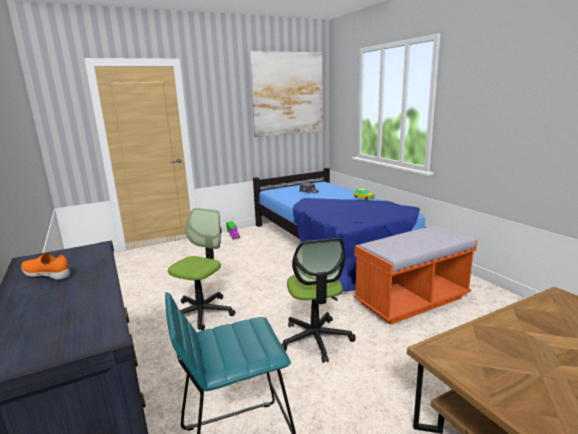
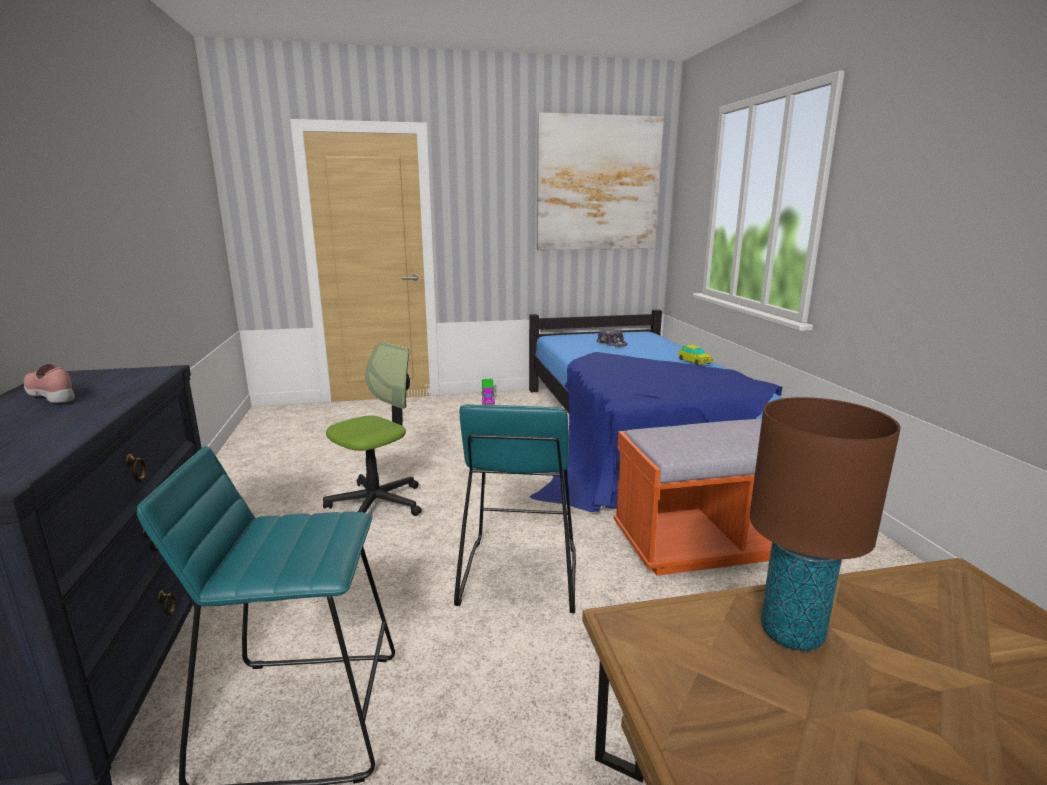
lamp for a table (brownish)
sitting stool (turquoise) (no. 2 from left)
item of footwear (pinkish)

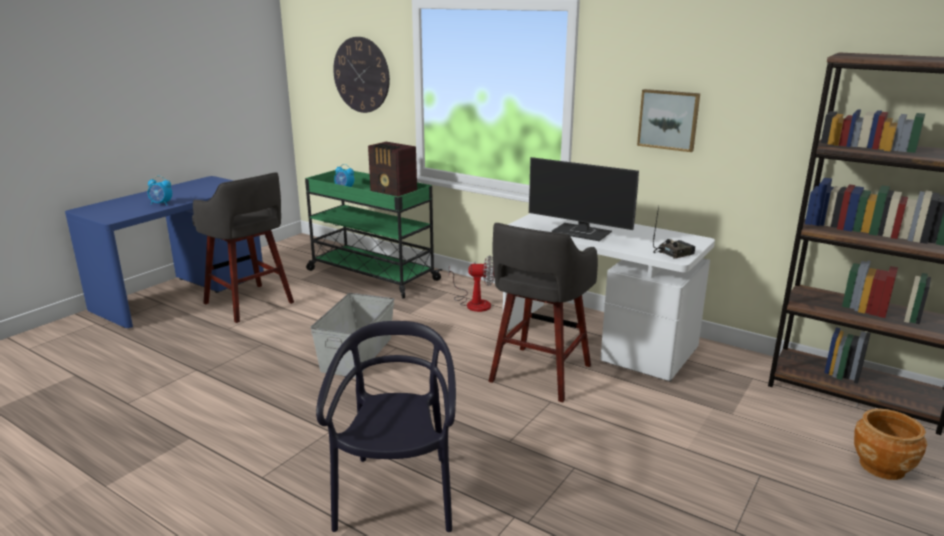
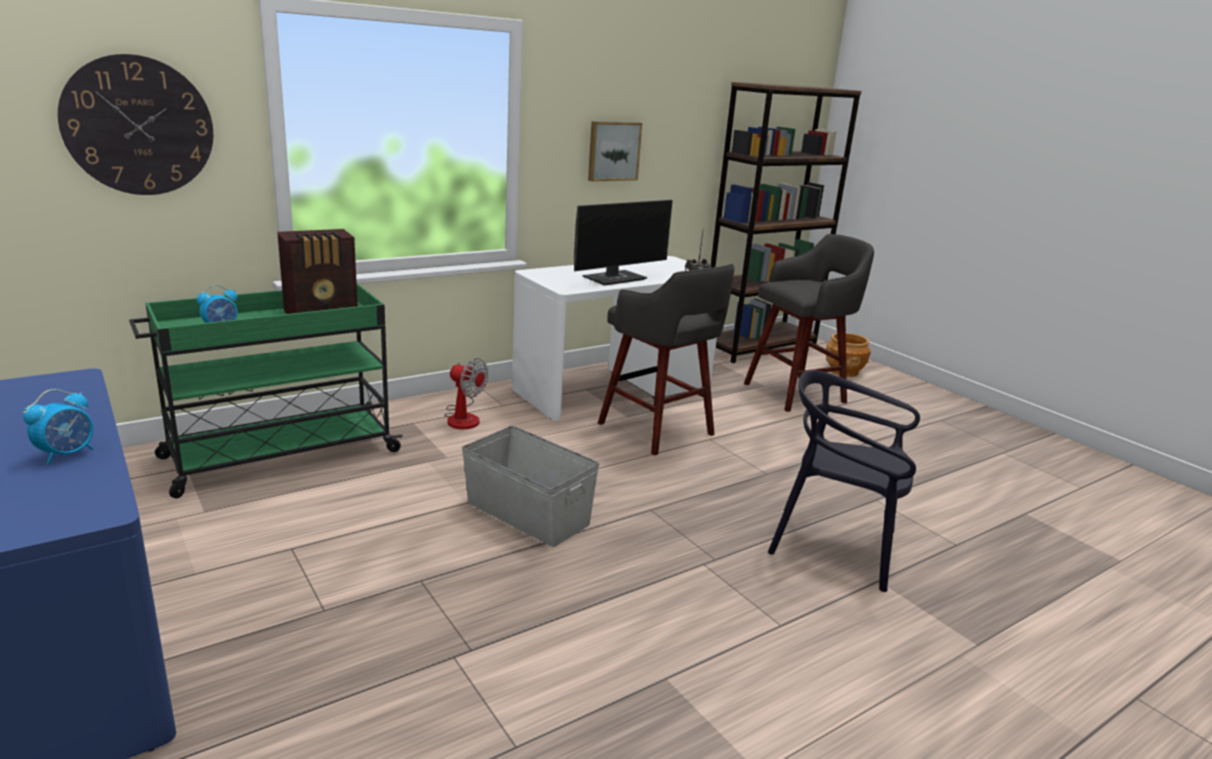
sitting stool (gray) (no. 2 from left)
fan

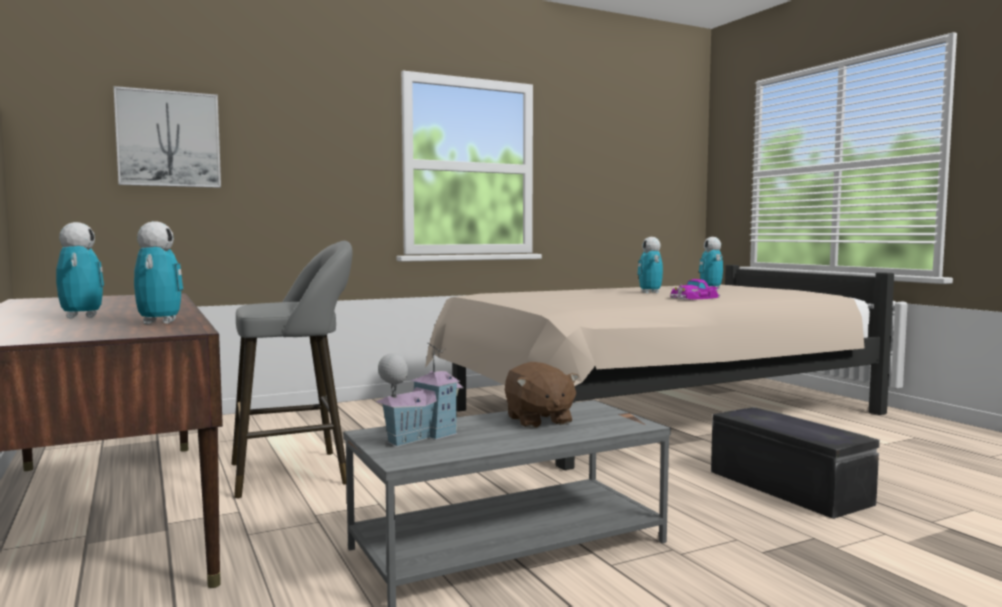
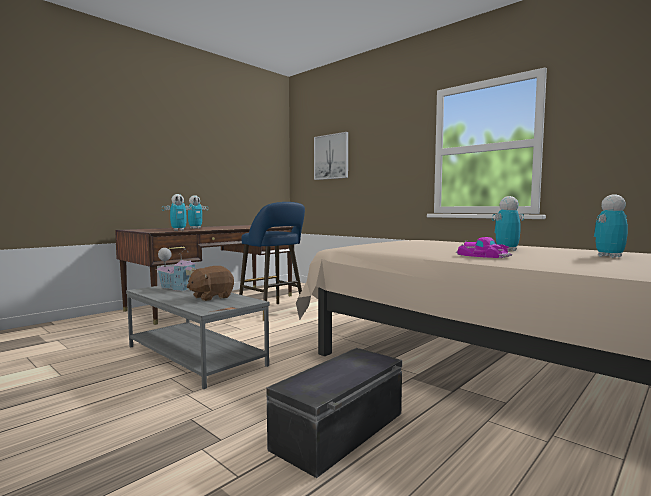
sitting stool (blue)

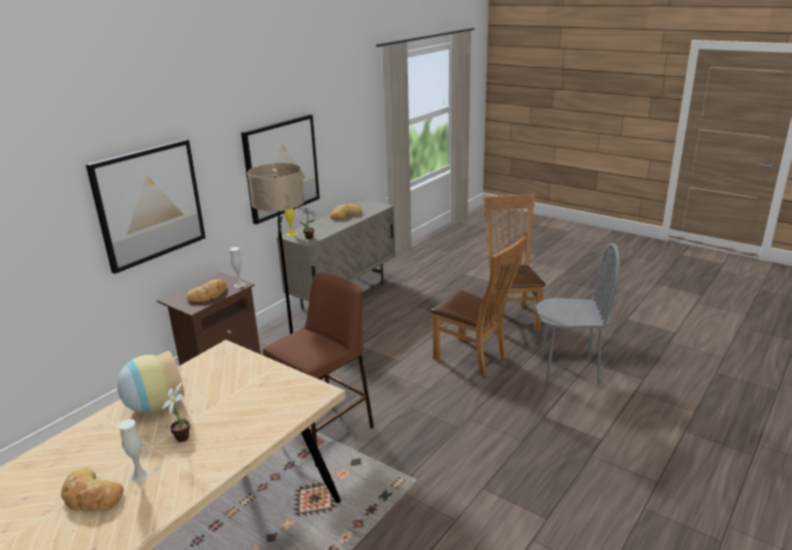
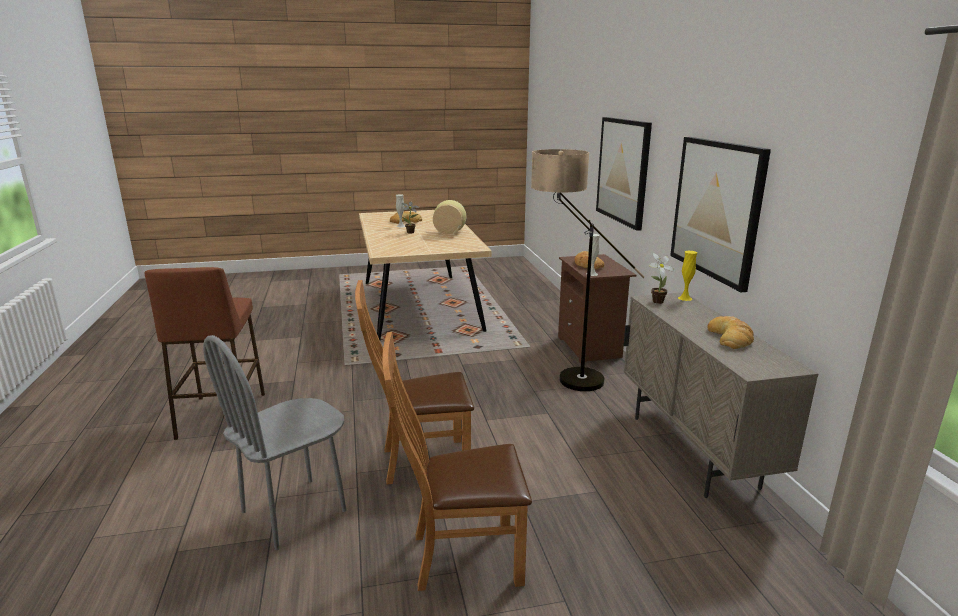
sitting stool (brownish)
chair (brownish) (no. 2 from left)

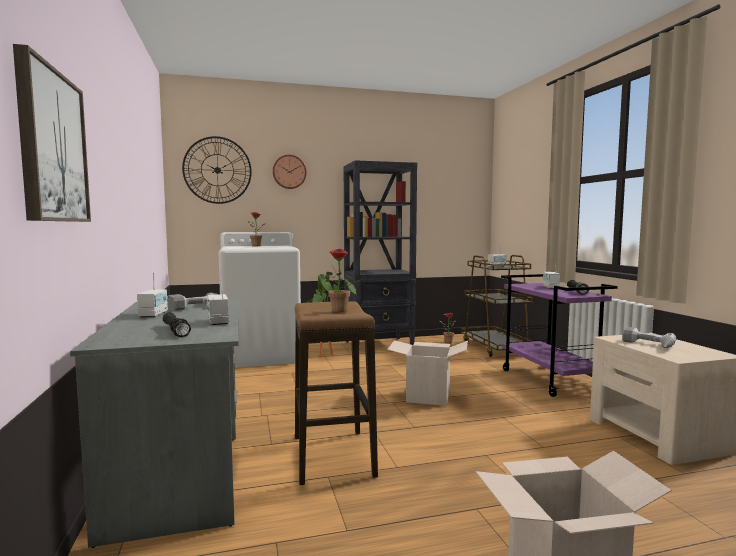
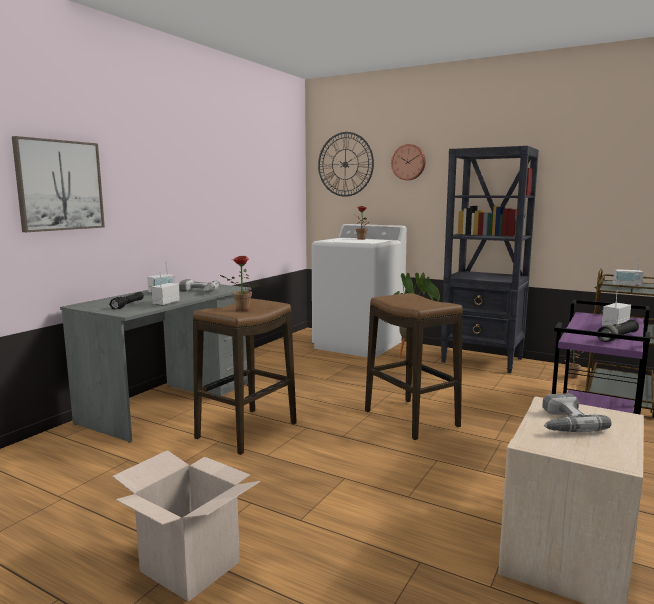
sitting stool (no. 2 from left)

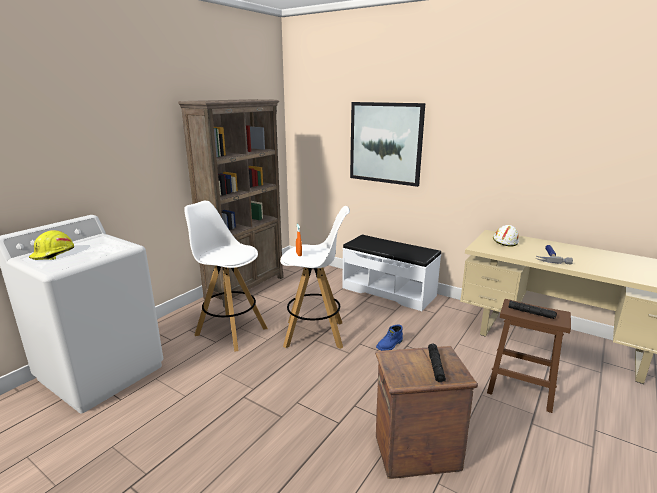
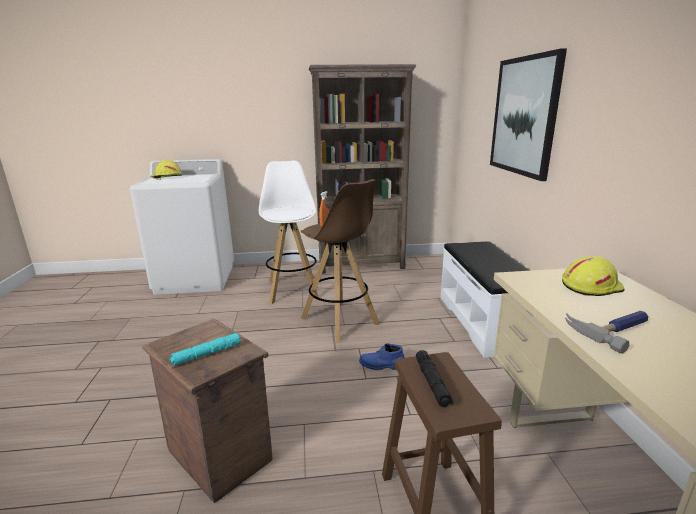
sitting stool (brownish) (no. 1 from left)
torch (turquoise)
hard hat (yellowish) (no. 2 from left)

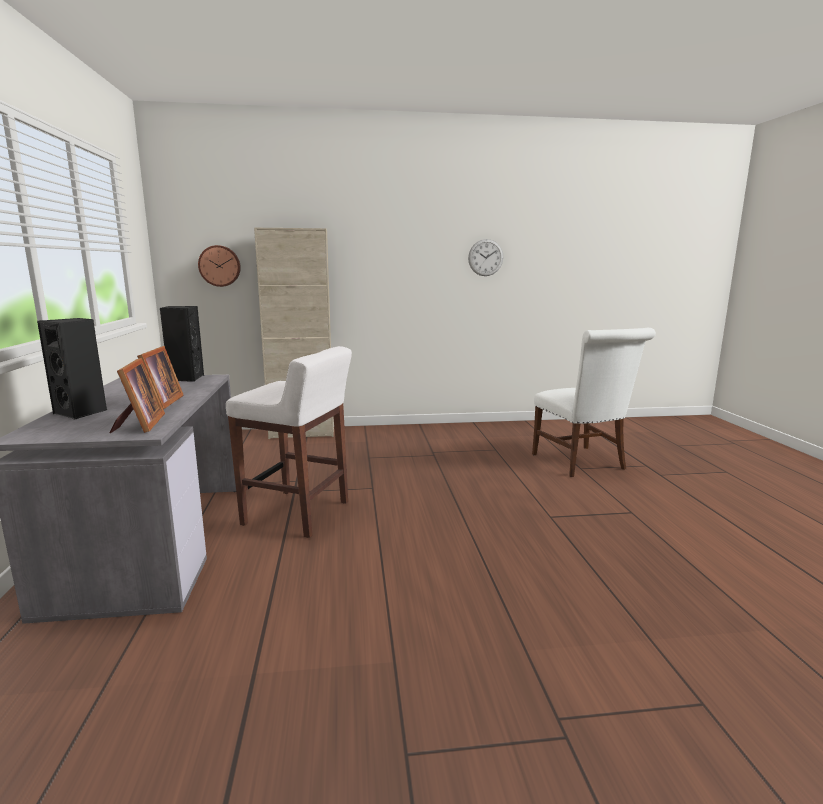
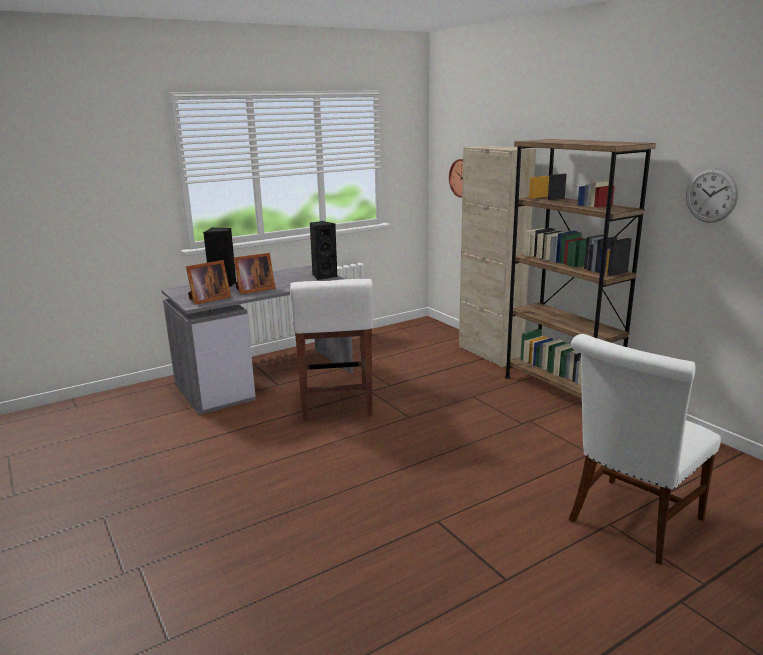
bookcase (brownish)

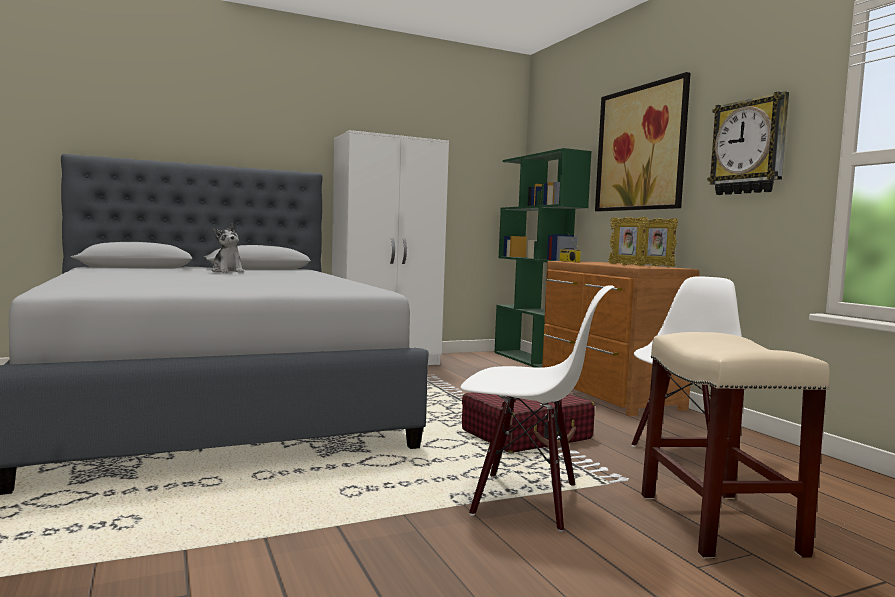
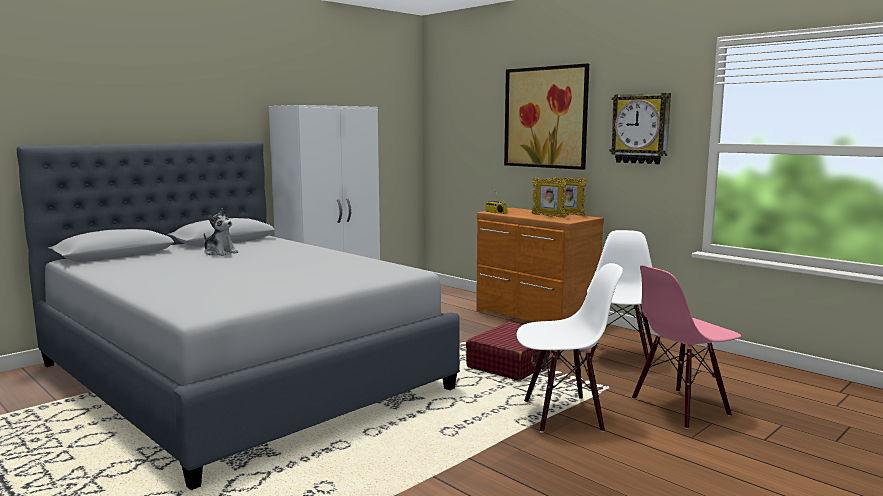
bookcase (green)
chair (pinkish)

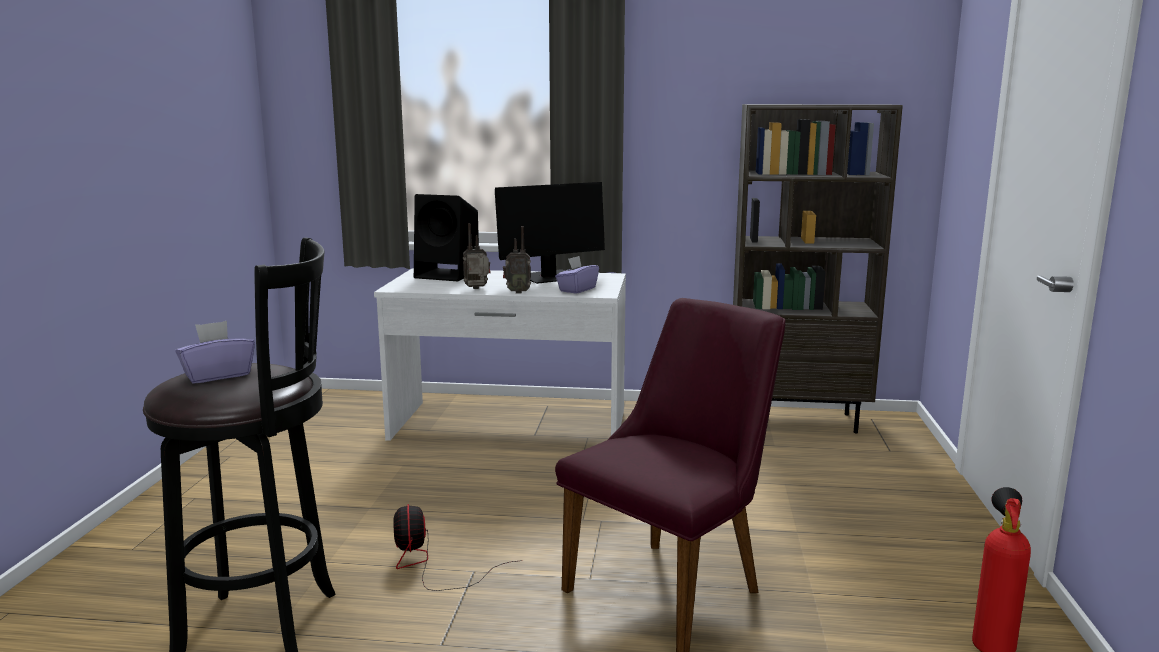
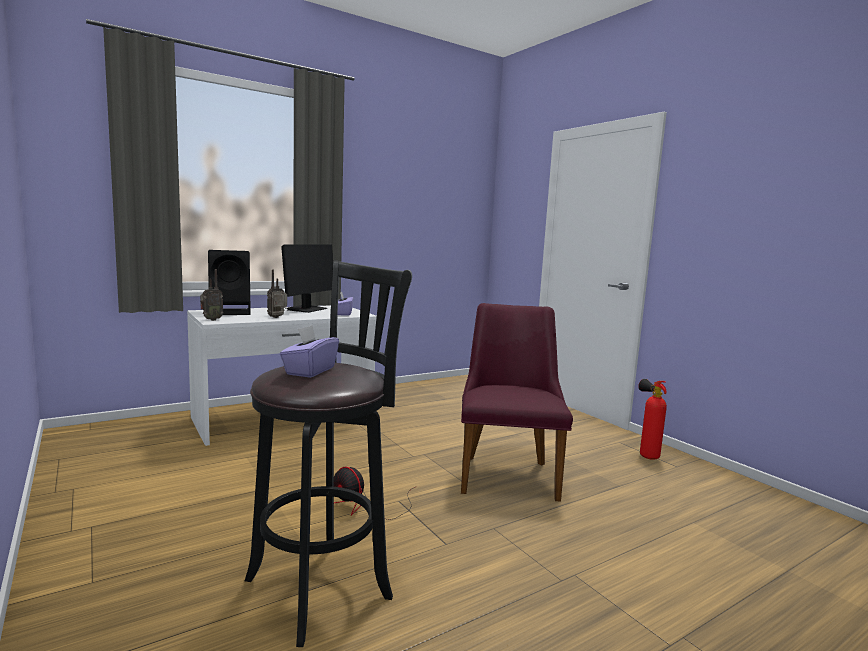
bookcase (brownish)
radio set (no. 1 from left)

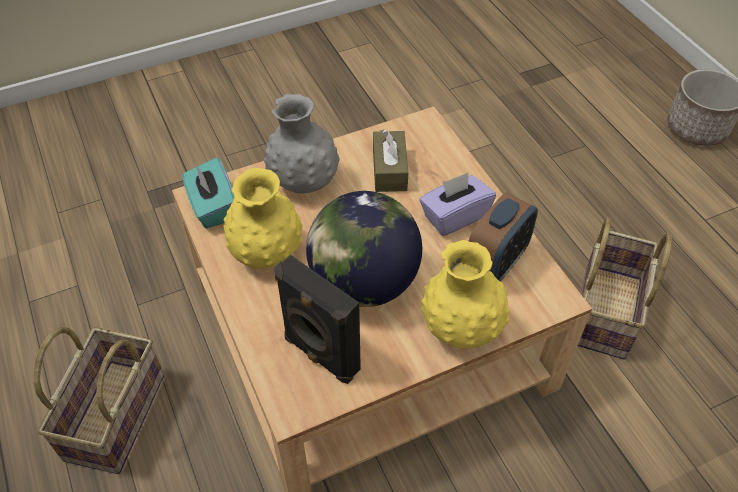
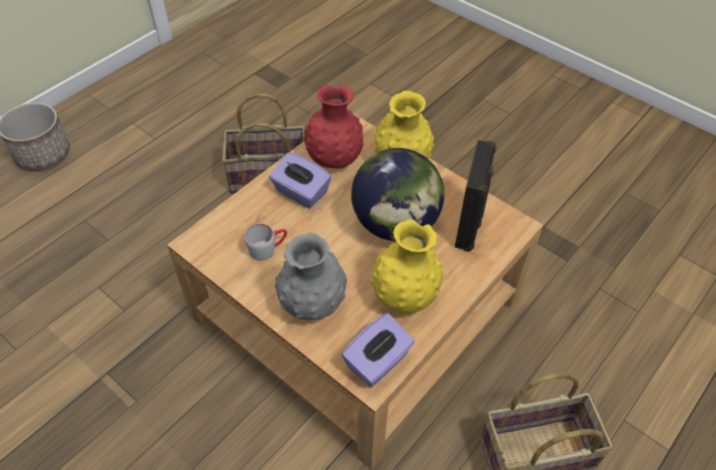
mug (gray)
decorative vase (red)
tissue holder (purplish) (no. 2 from left)

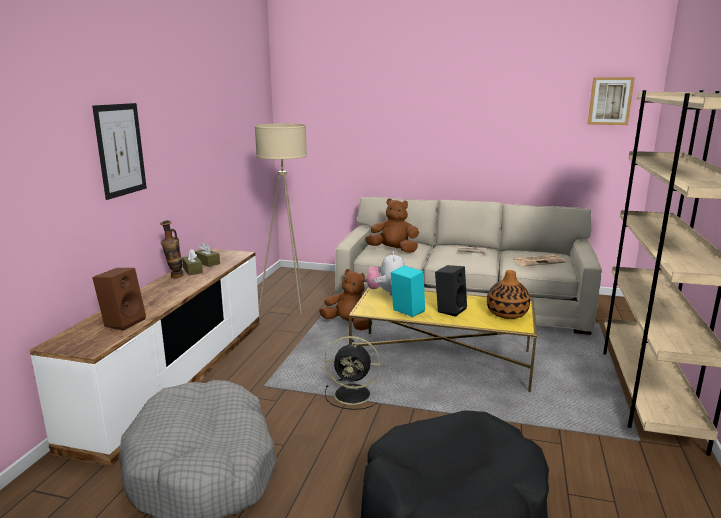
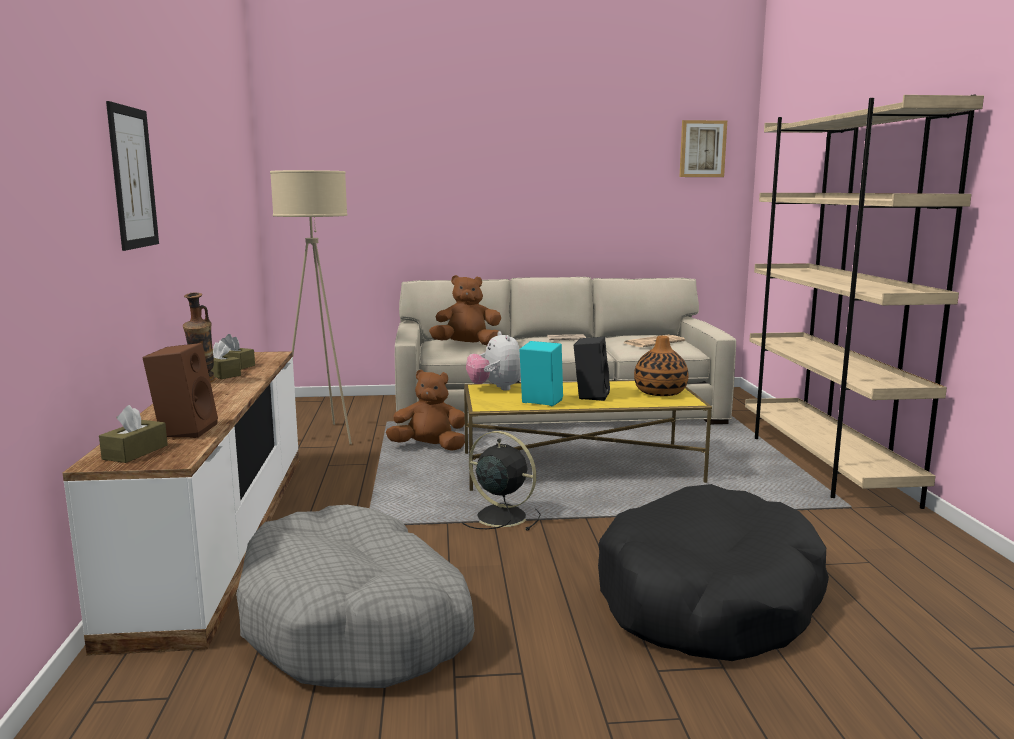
tissue holder (brownish) (no. 1 from left)
fan (black)

